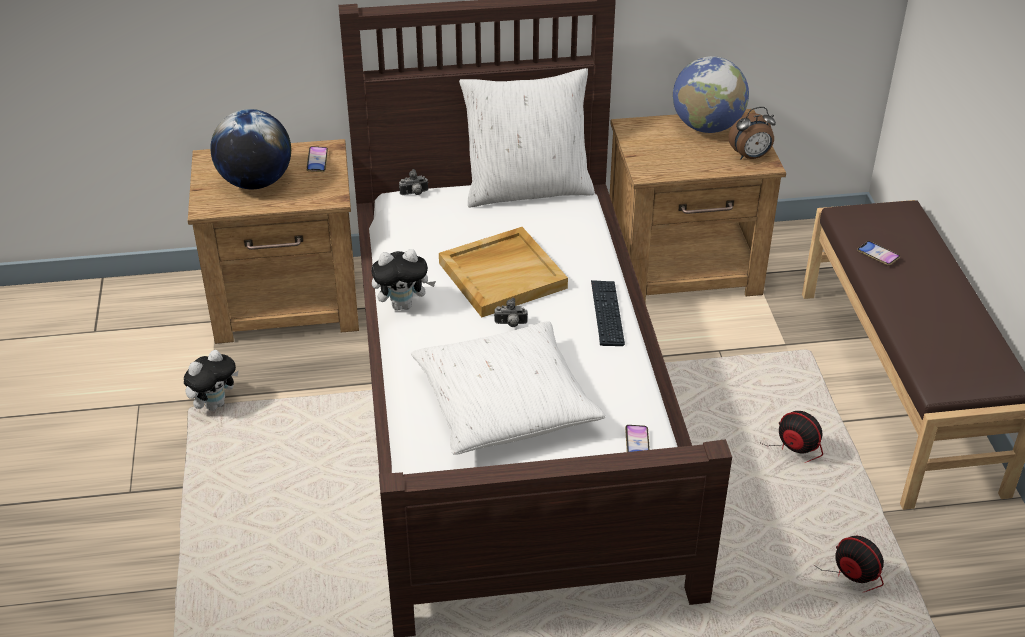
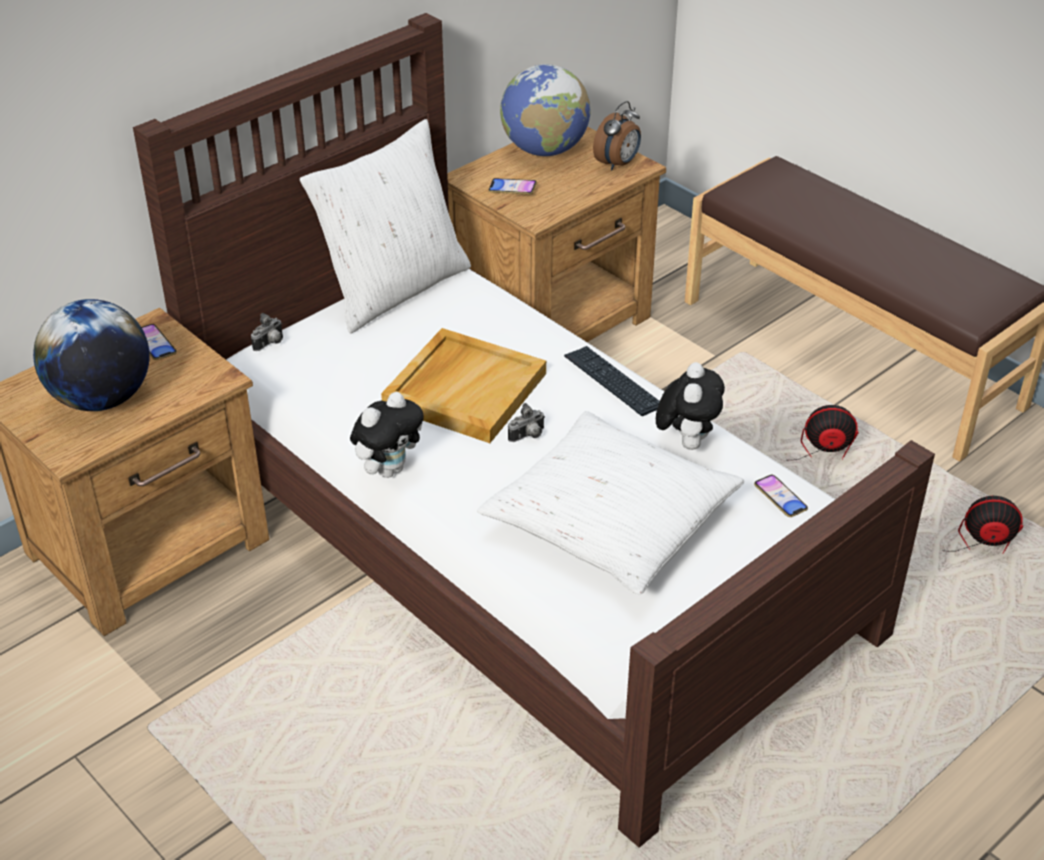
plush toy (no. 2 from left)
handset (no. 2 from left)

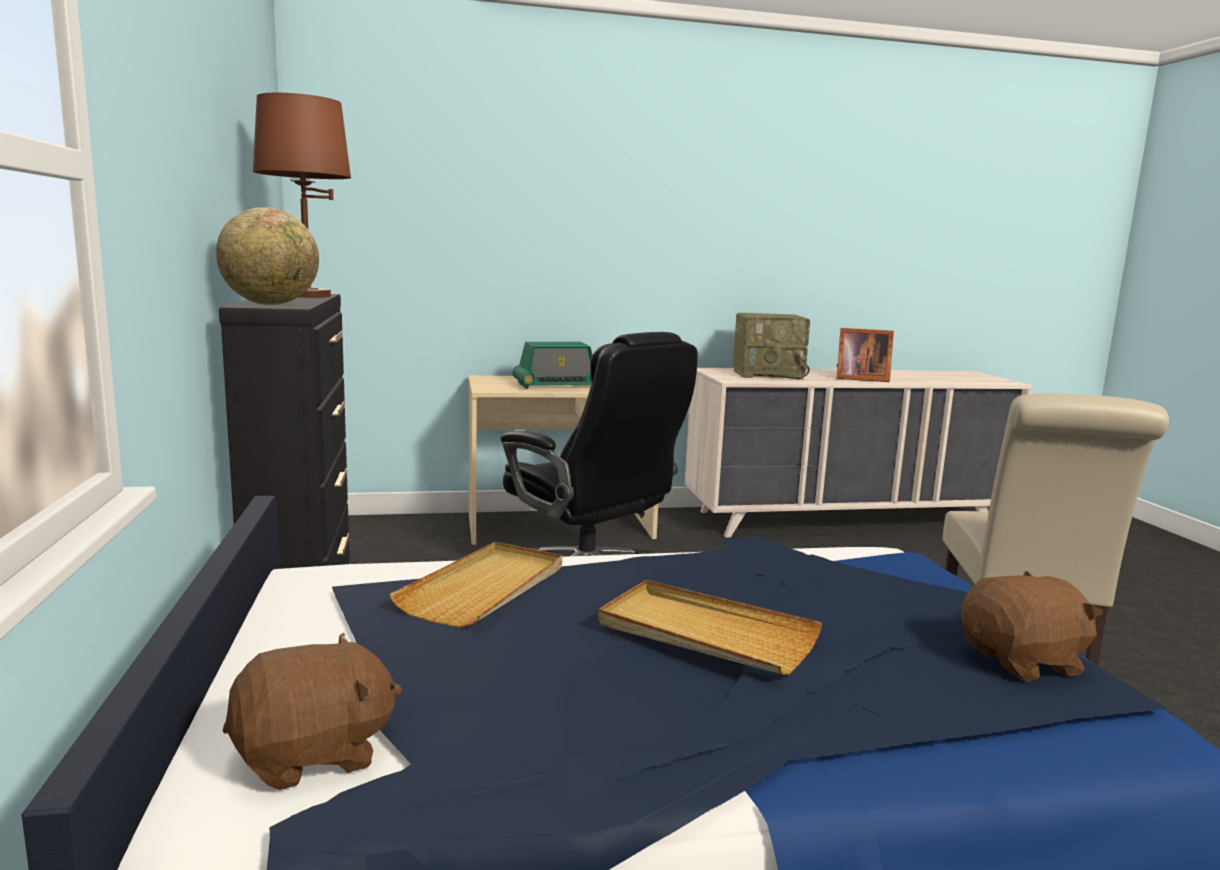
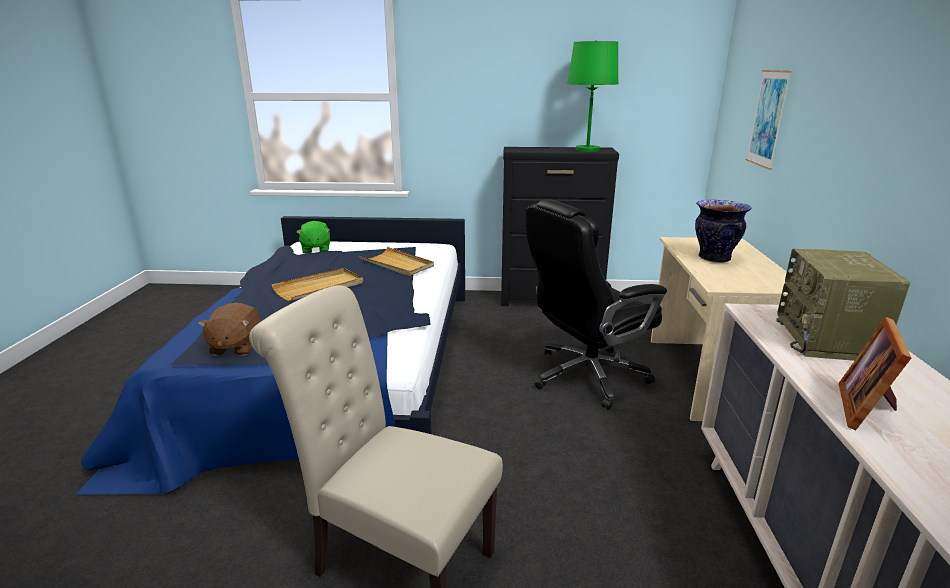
globe
wall art
decorative vase
plush toy (green)
lamp for a table (green)

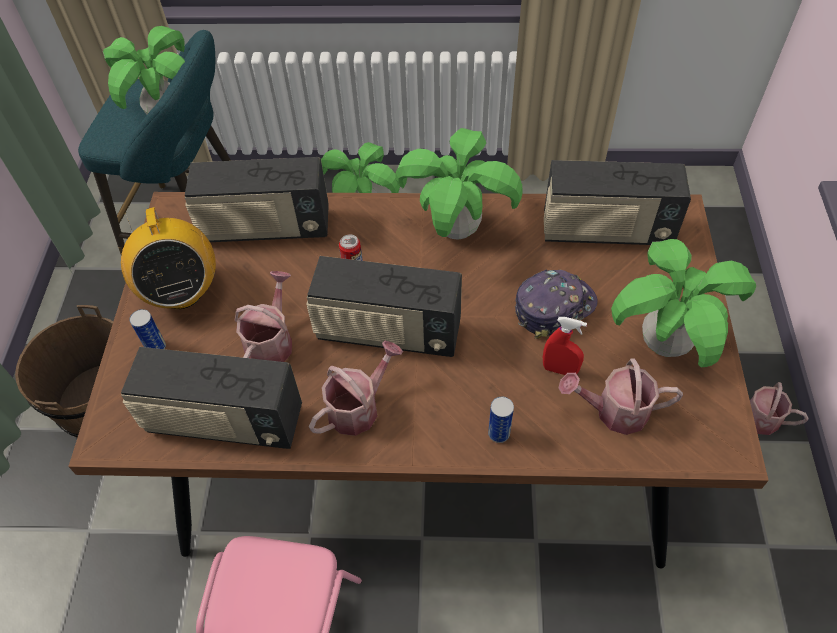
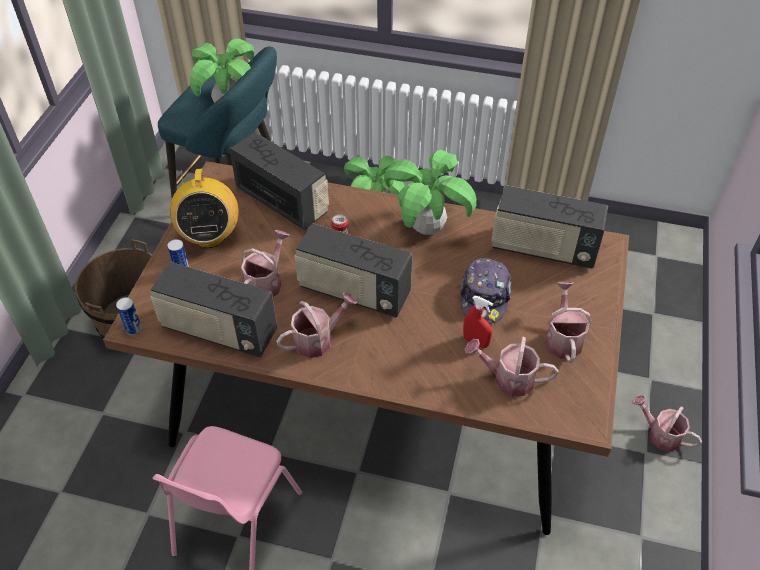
metal can (no. 1 from left)
watering pot (no. 4 from left)
radio set (no. 3 from left)
baseball cap

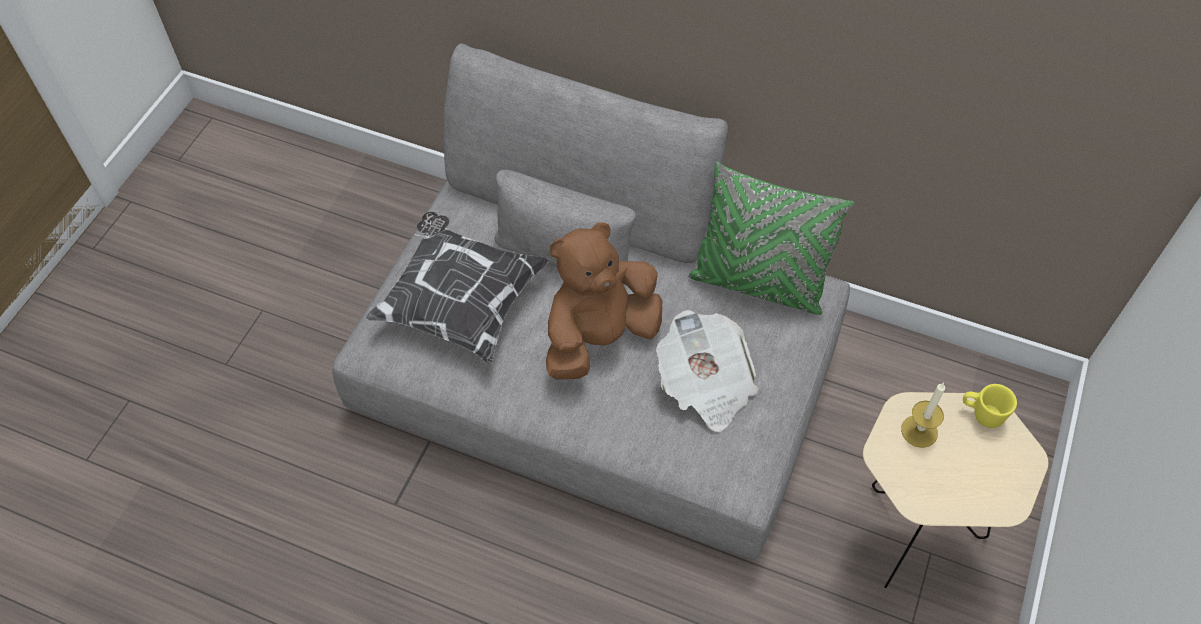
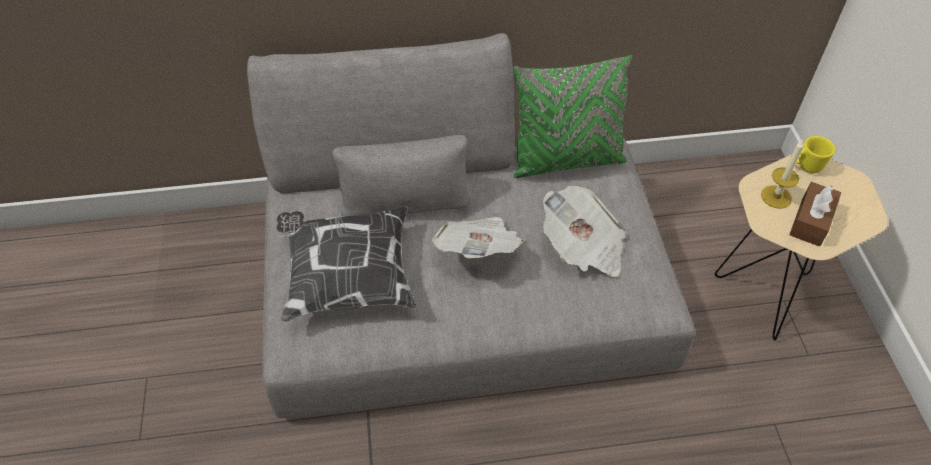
tissue holder (brownish)
newspaper (no. 1 from left)

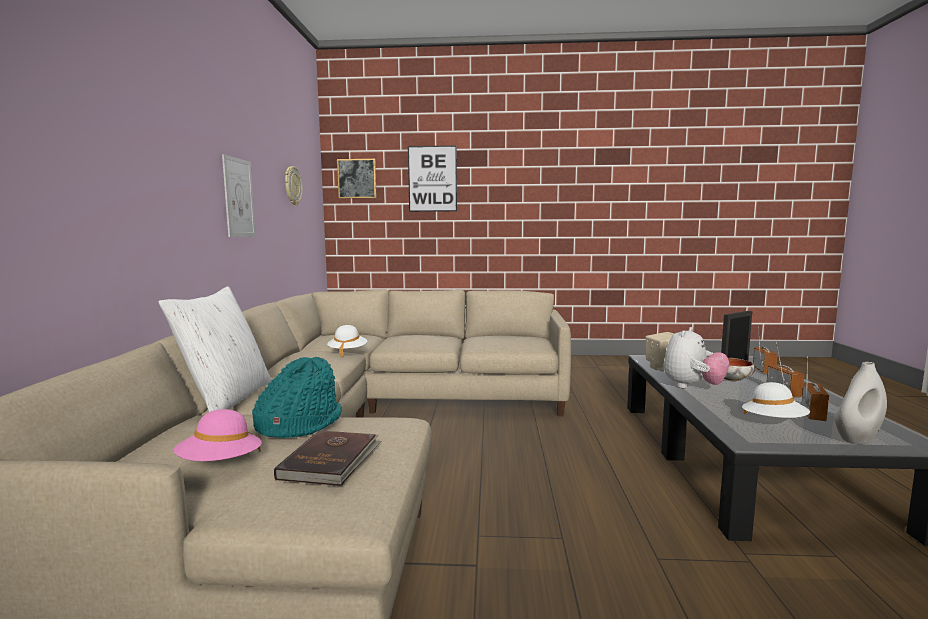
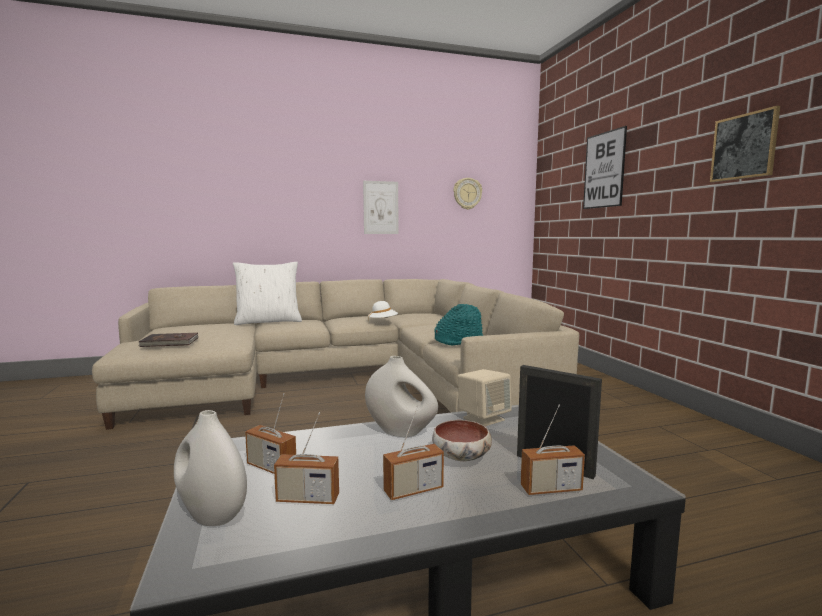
hat (pinkish)
hat (turquoise)
wall art (no. 3 from left)
decorative vase (white) (no. 2 from left)
radio set (no. 1 from left)

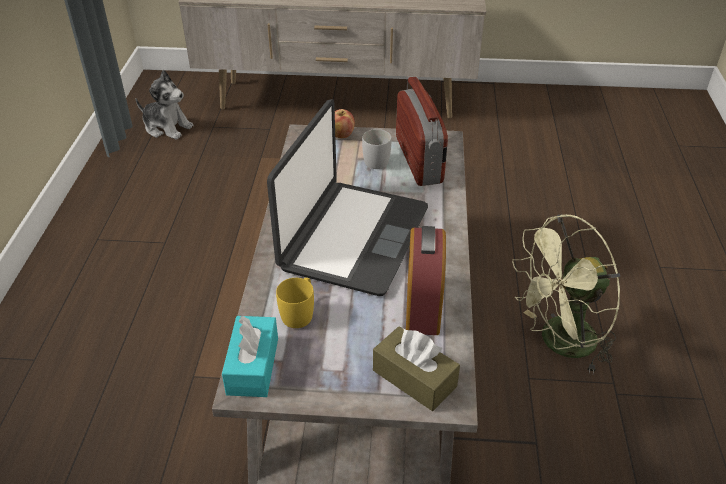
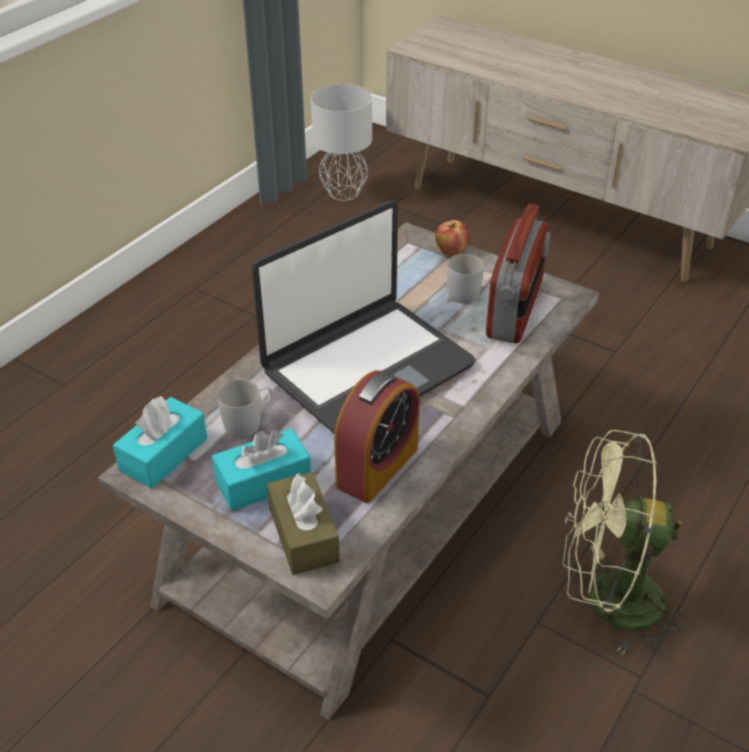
tissue holder (turquoise) (no. 2 from left)
lamp for a table (gray)
mug (white) (no. 1 from left)

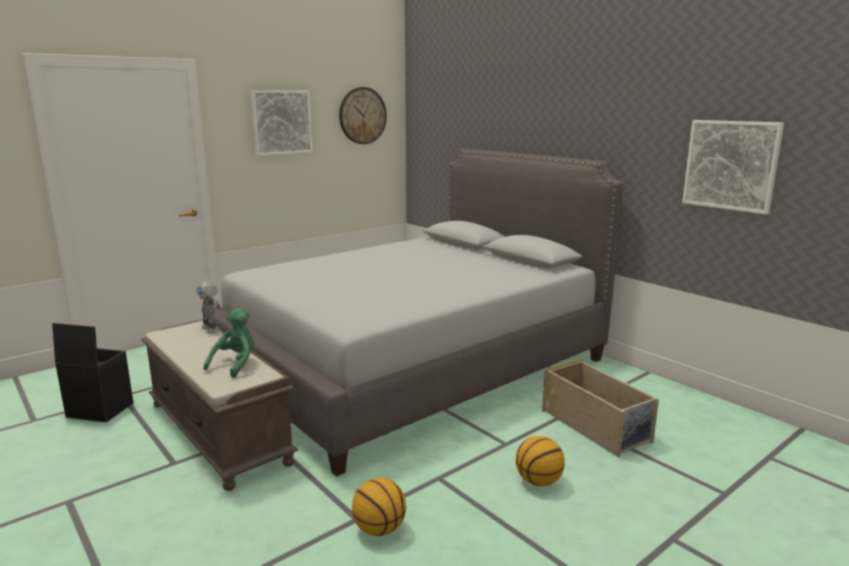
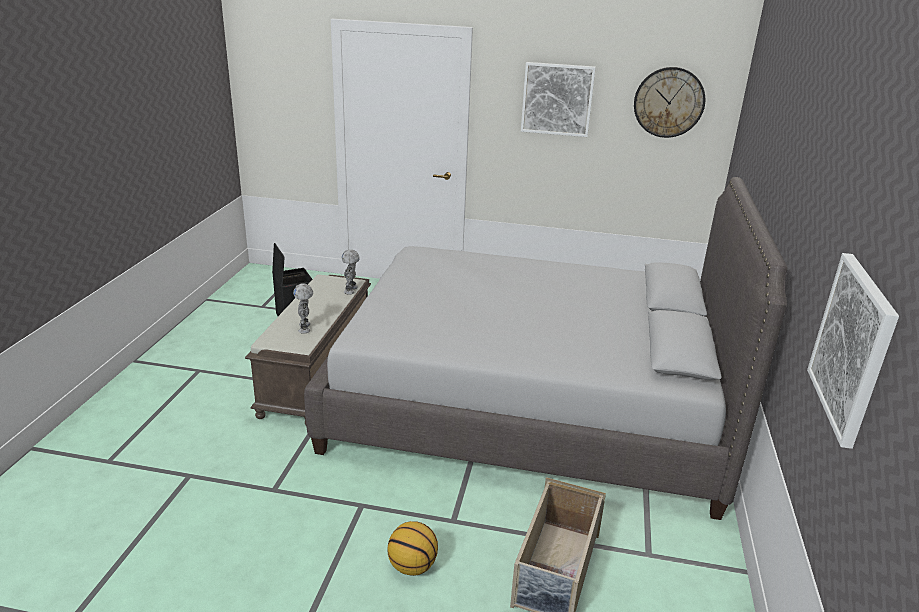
basketball (no. 1 from left in the first image)
toy robot (no. 1 from left)

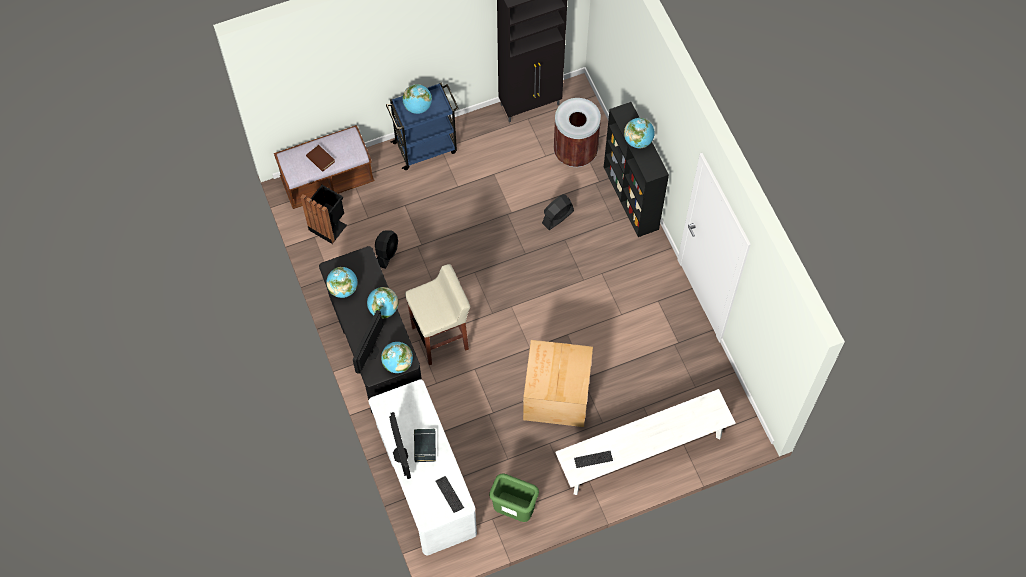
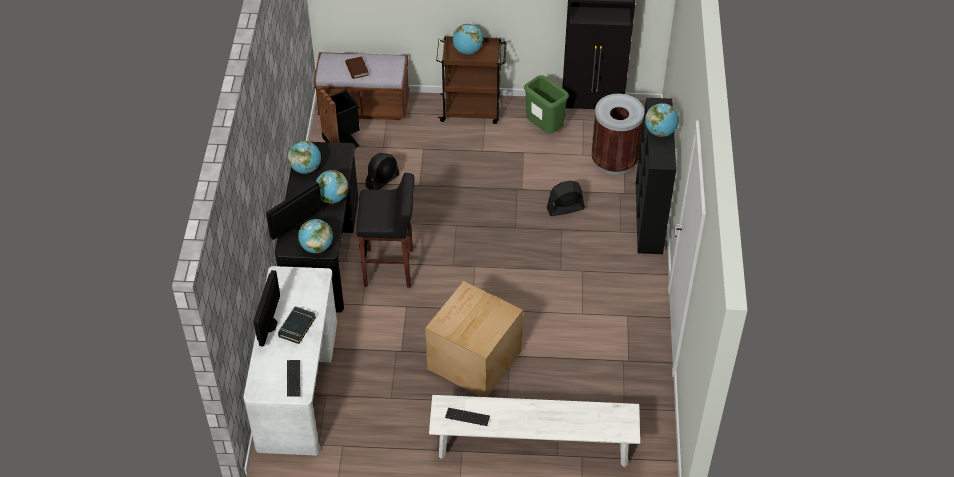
trash can (green)
trolley (brownish)
sitting stool (black)

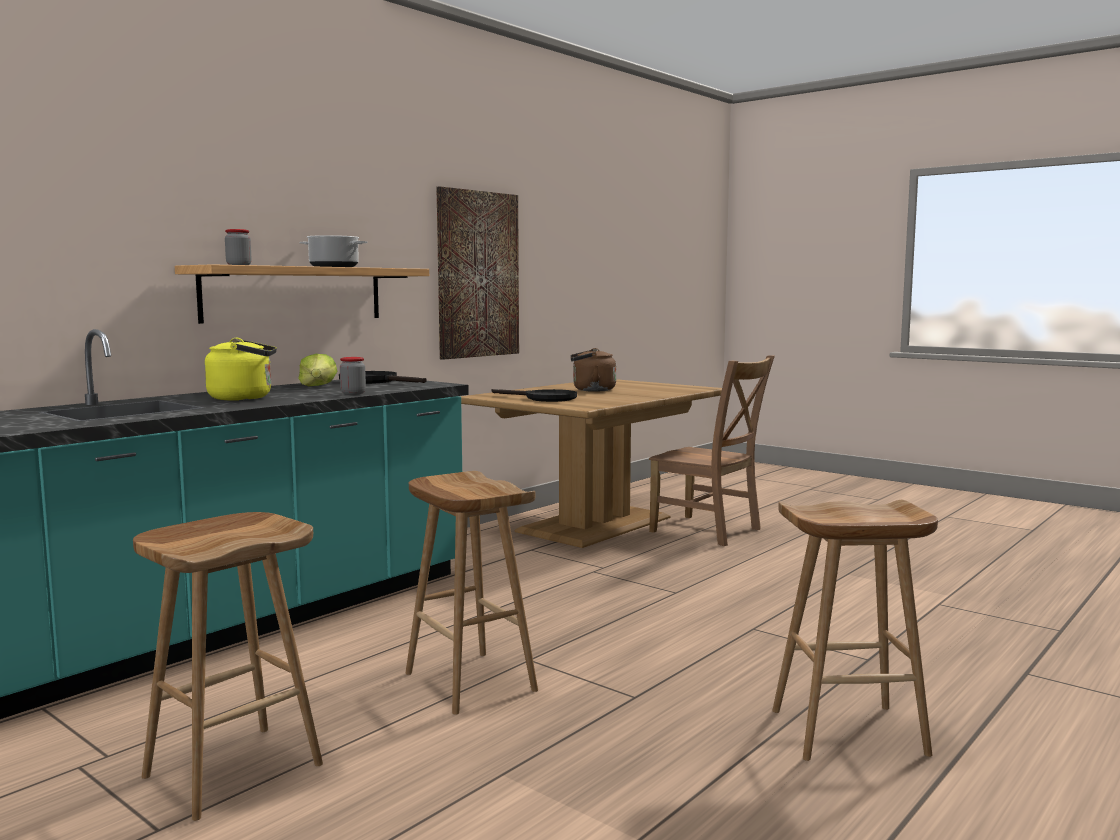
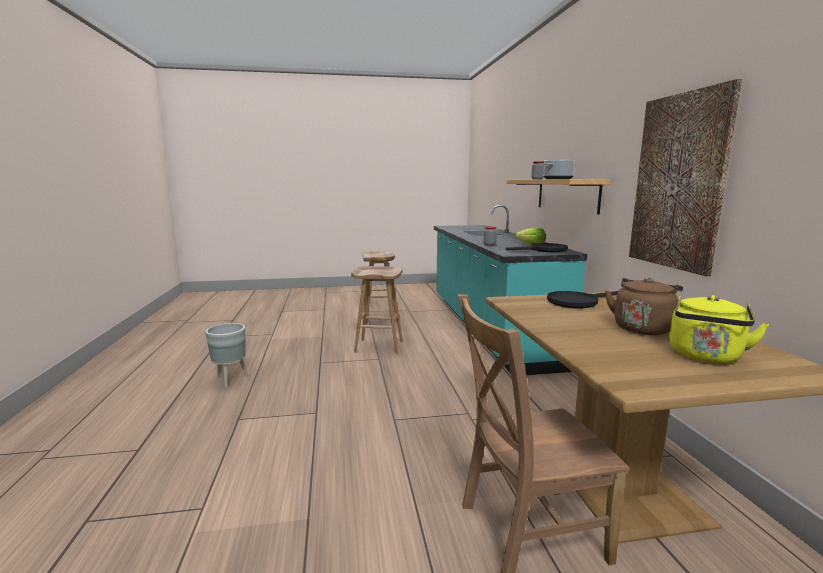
kettle (yellowish)
flower pot (gray)

